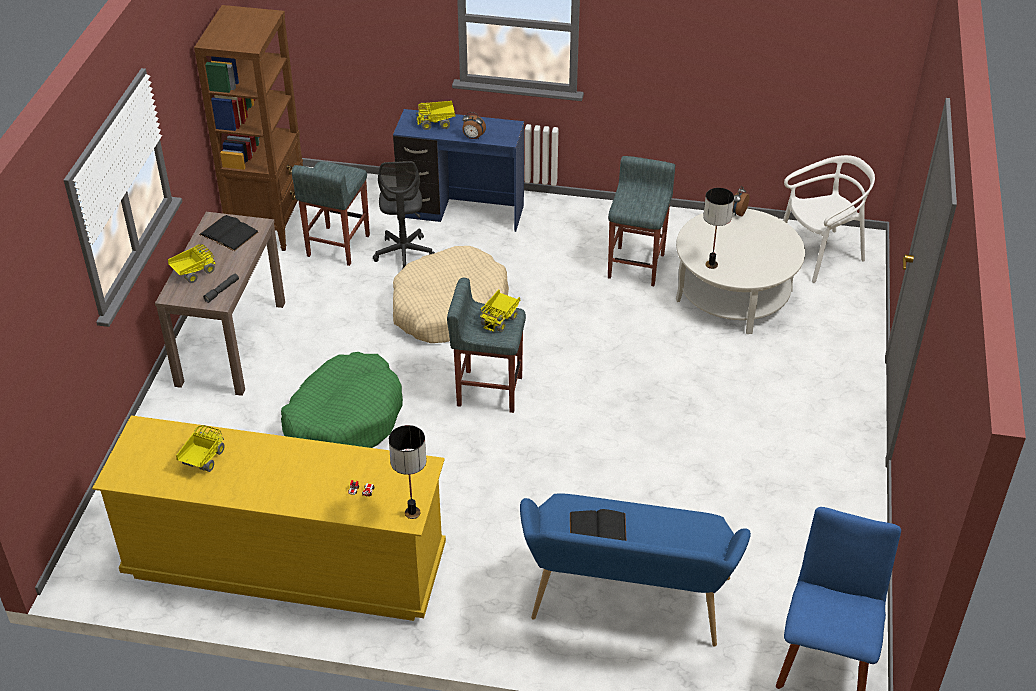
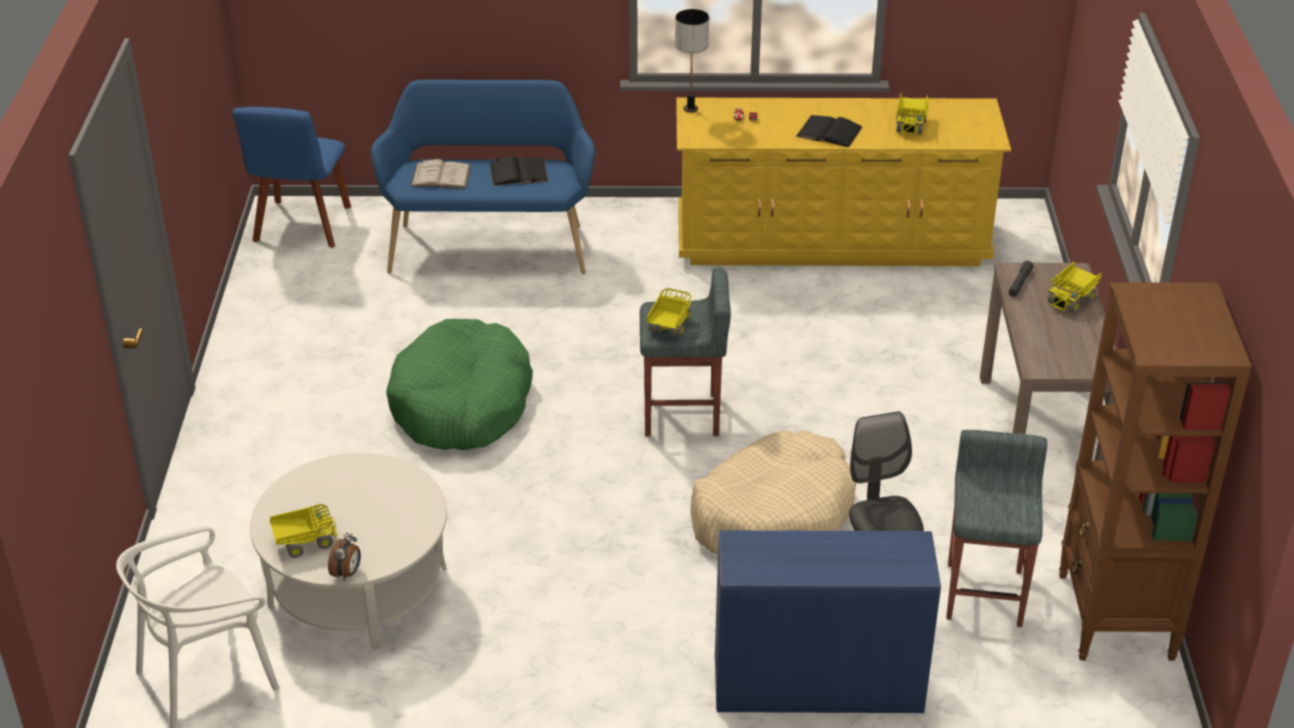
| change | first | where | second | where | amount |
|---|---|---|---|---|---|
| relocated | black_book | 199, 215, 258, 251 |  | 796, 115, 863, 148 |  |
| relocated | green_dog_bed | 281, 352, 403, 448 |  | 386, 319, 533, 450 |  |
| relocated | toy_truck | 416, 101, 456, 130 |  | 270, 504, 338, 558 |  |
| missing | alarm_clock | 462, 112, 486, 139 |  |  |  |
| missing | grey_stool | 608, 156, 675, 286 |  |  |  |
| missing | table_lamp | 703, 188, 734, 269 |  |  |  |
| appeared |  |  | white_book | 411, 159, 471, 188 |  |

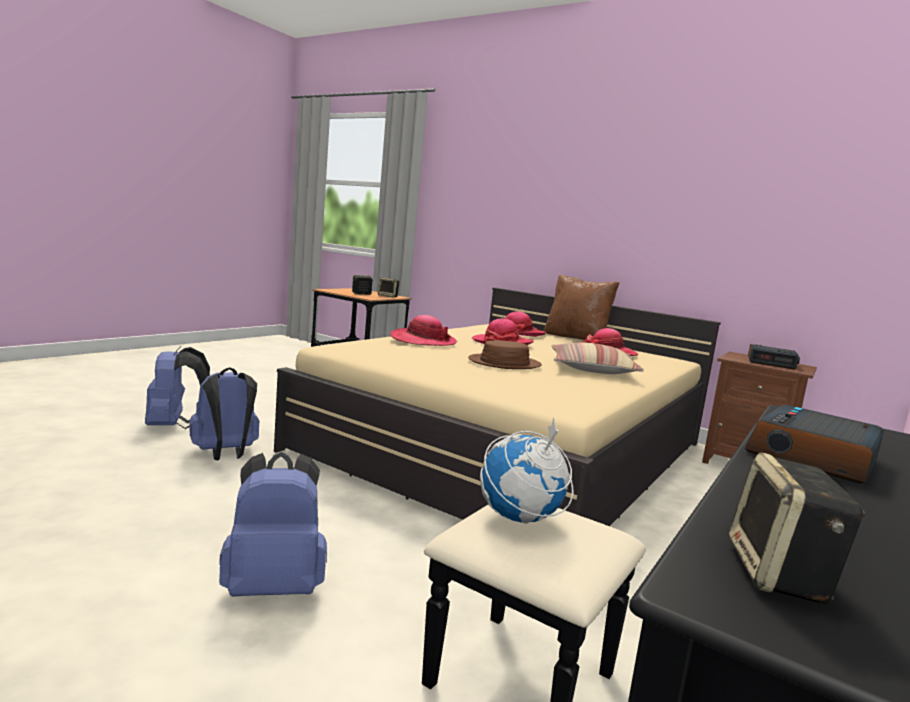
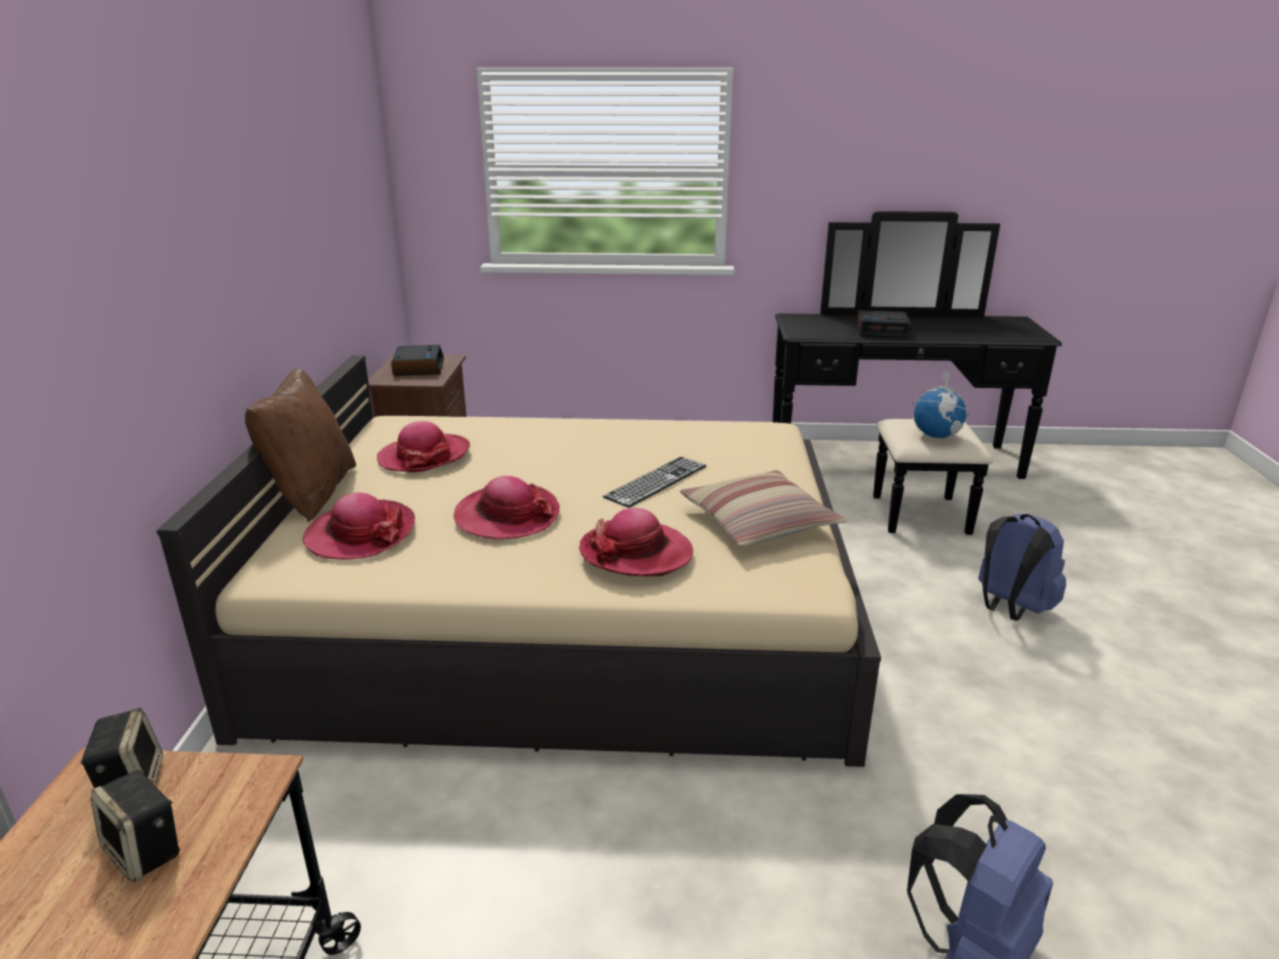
| change | first | where | second | where | amount |
|---|---|---|---|---|---|
| missing | blue_backpack | 189, 367, 259, 460 |  |  |  |
| exchanged | brown_hat | 468, 340, 542, 369 | keyboard | 603, 457, 707, 508 |  |
| relocated | pillow | 551, 343, 644, 374 |  | 680, 470, 846, 546 |  |
| missing | speaker | 729, 452, 865, 604 |  |  |  |

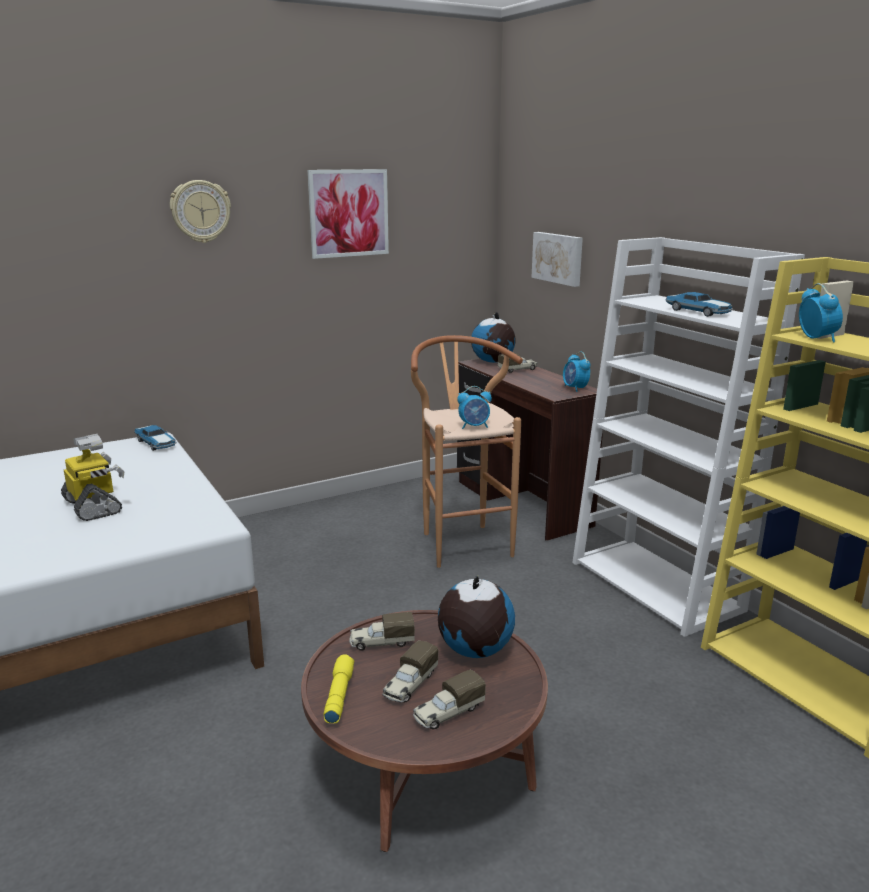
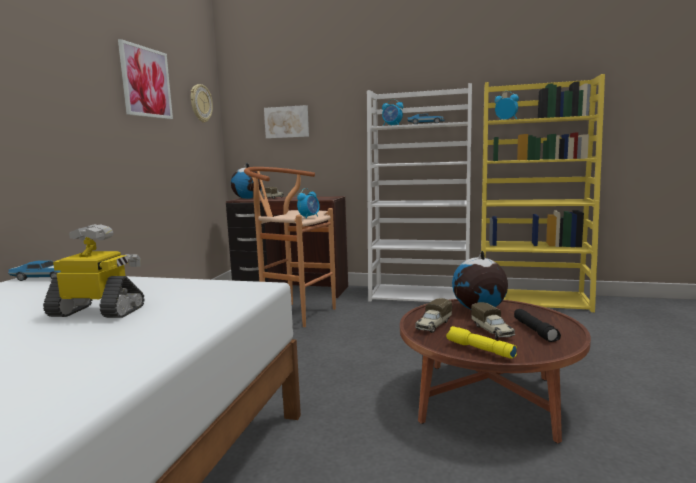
| change | first | where | second | where | amount |
|---|---|---|---|---|---|
| relocated | wall_clock | 170, 180, 231, 243 |  | 191, 84, 213, 123 |  |
| exchanged | toy_truck | 413, 669, 486, 729 | black_flashlight | 514, 309, 561, 342 |  |
| relocated | alarm_clock | 563, 351, 591, 392 |  | 382, 99, 403, 126 |  |

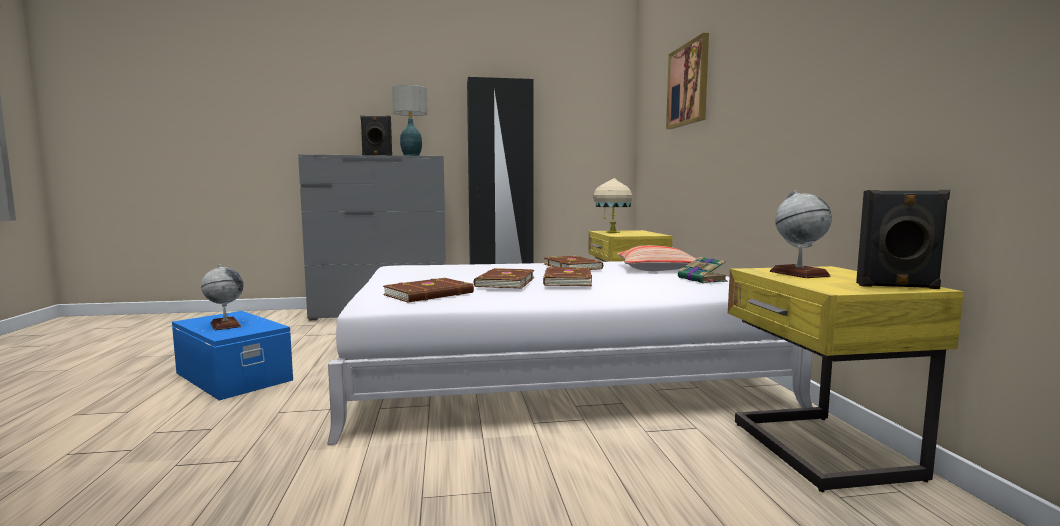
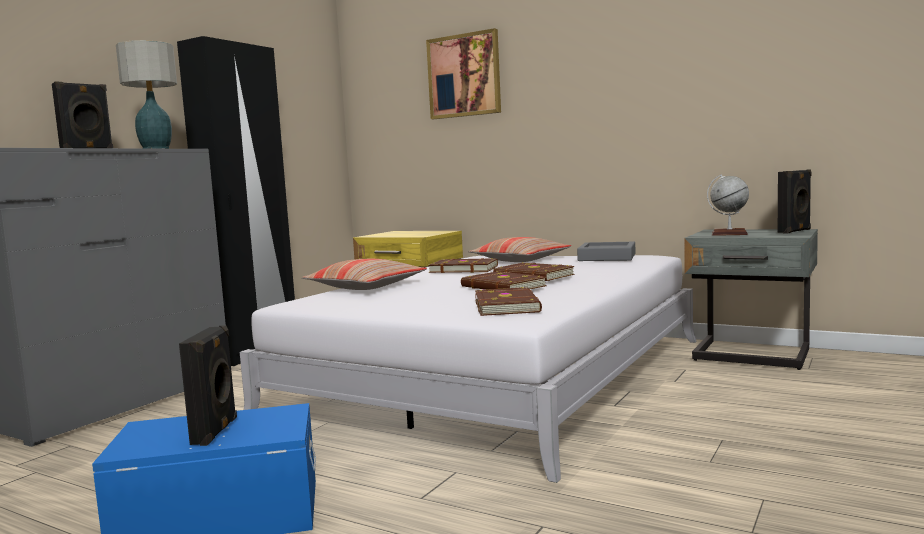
| change | first | where | second | where | amount |
|---|---|---|---|---|---|
| exchanged | globe | 201, 264, 243, 330 | black_speaker | 179, 325, 237, 446 |  |
| missing | beige_table_lamp | 593, 178, 632, 233 |  |  |  |
| exchanged | book | 678, 257, 727, 283 | grey_tray | 577, 242, 635, 261 |  |
| colour | yellow_nightstand | 728, 266, 964, 492 | grey_nightstand | 684, 229, 818, 370 |  |
| appeared |  |  | pillow | 302, 259, 427, 290 |  |

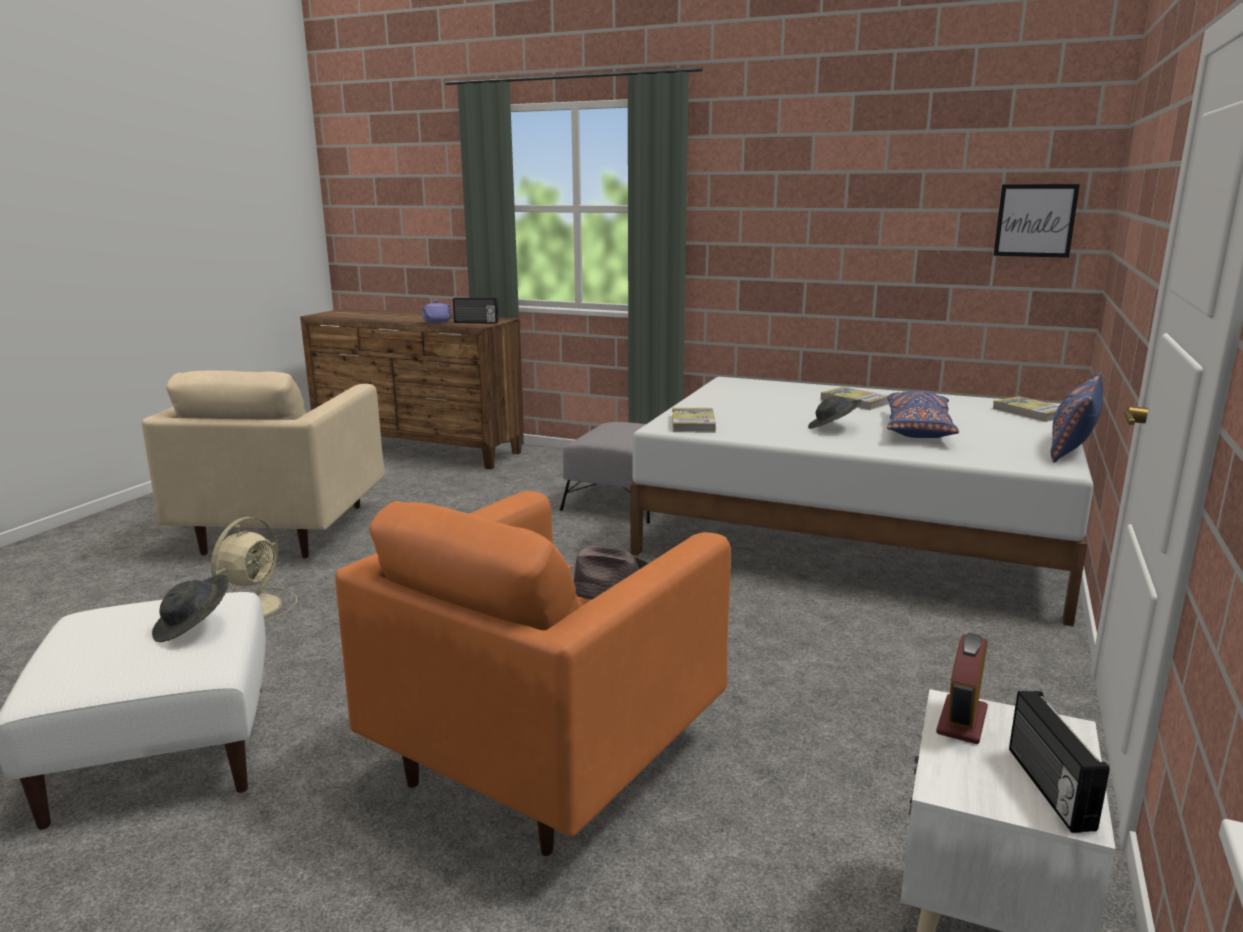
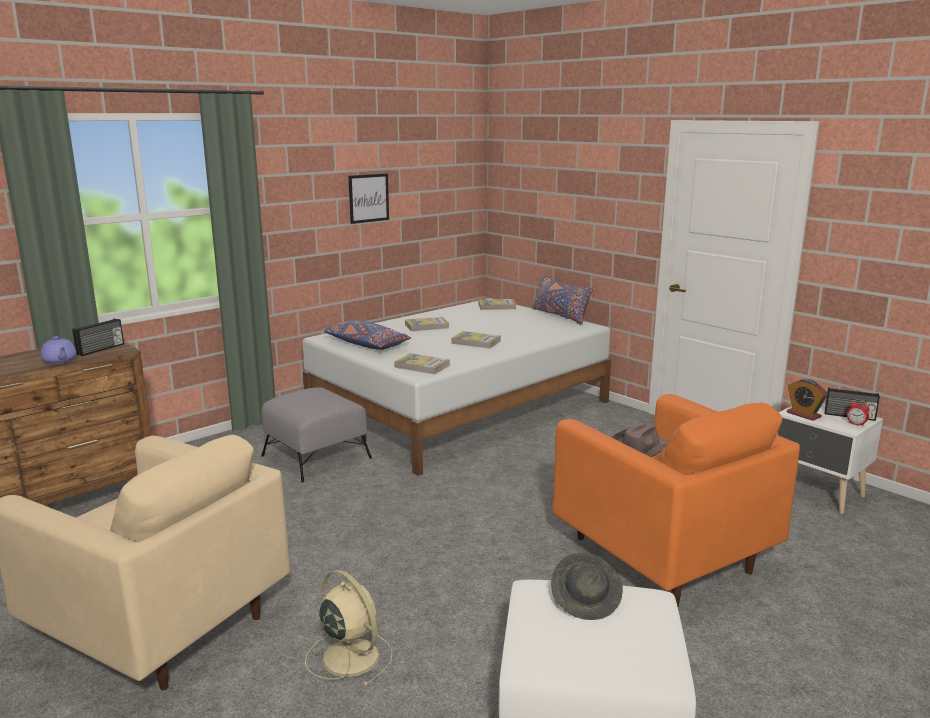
| change | first | where | second | where | amount |
|---|---|---|---|---|---|
| exchanged | grey_hat | 808, 396, 862, 429 | book | 451, 331, 501, 349 |  |
| relocated | blue_pillow | 887, 390, 959, 438 |  | 324, 320, 411, 350 |  |
| relocated | picture | 994, 184, 1080, 258 |  | 348, 173, 389, 224 |  |
| appeared |  |  | alarm_clock | 847, 399, 869, 427 |  |

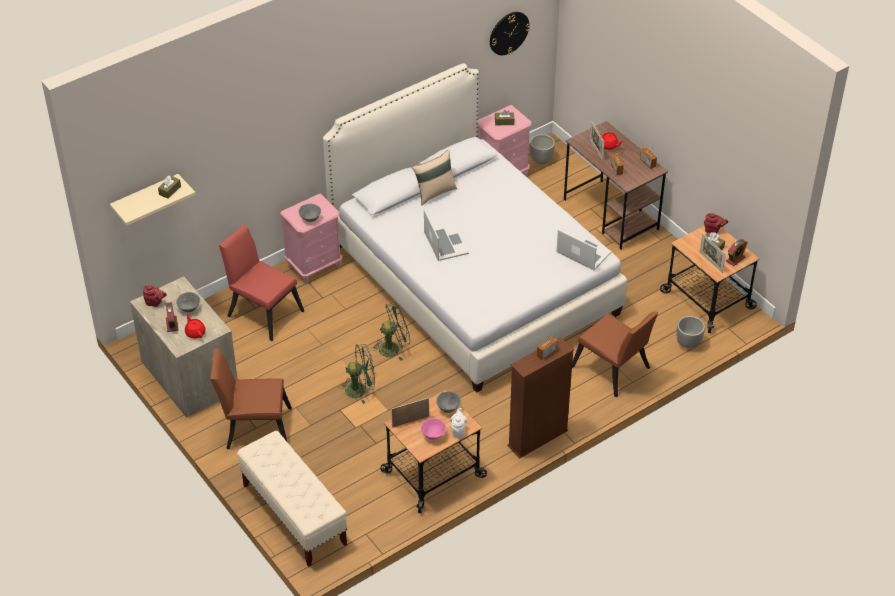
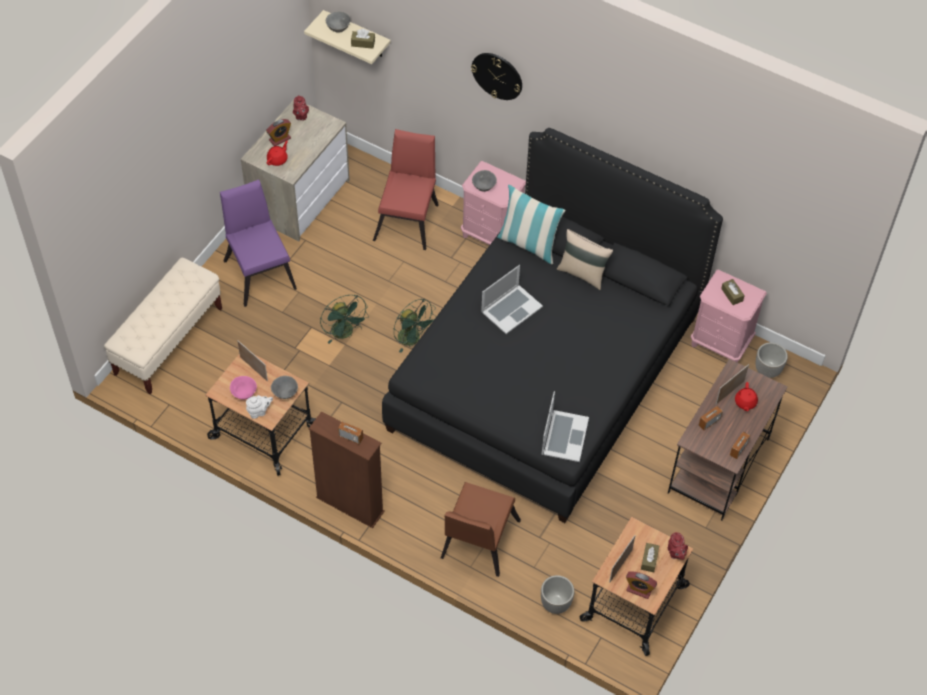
| change | first | where | second | where | amount |
|---|---|---|---|---|---|
| relocated | grey_bowl | 176, 292, 200, 312 |  | 326, 12, 351, 33 |  |
| colour | brown_chair | 210, 348, 292, 449 | purple_chair | 220, 180, 297, 307 |  |
| colour | white_bed | 323, 63, 627, 392 | black_bed | 382, 128, 723, 523 |  |
| relocated | wall_clock | 490, 12, 530, 55 |  | 471, 53, 522, 100 |  |
| appeared |  |  | pillow | 497, 185, 565, 264 |  |

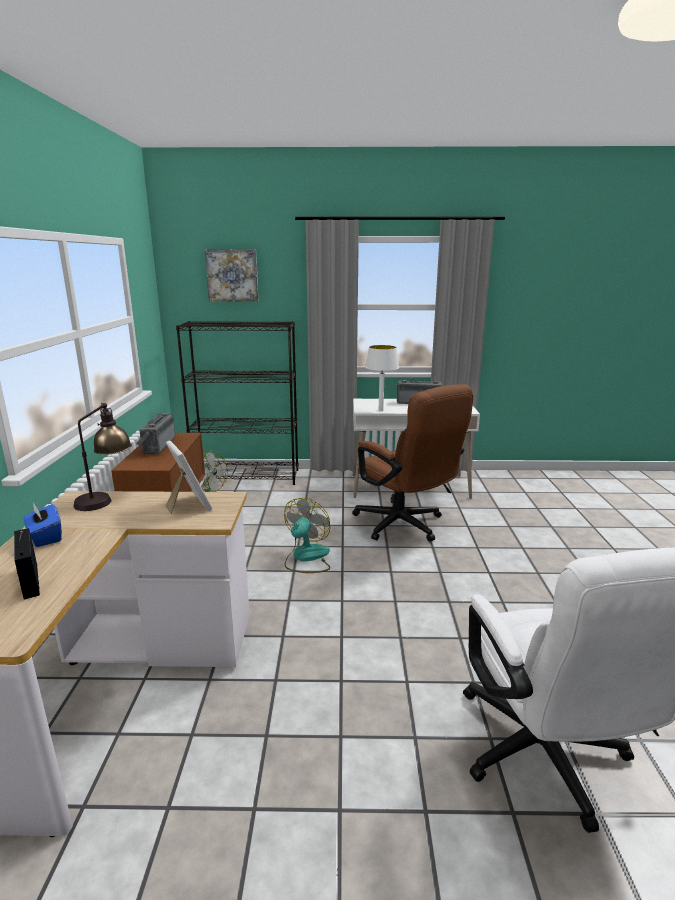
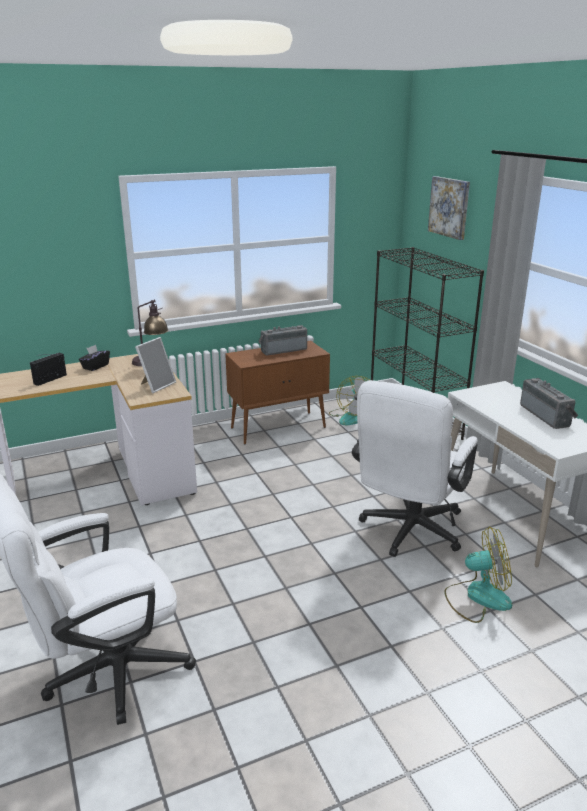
| change | first | where | second | where | amount |
|---|---|---|---|---|---|
| colour | blue_tissue_box | 24, 503, 62, 547 | black_tissue_box | 79, 345, 110, 371 |  |
| relocated | fan | 284, 498, 330, 573 |  | 444, 527, 512, 623 |  |
| colour | brown_office_chair | 352, 384, 473, 542 | white_office_chair | 352, 380, 478, 557 |  |
| missing | white_table_lamp | 365, 345, 399, 411 |  |  |  |

